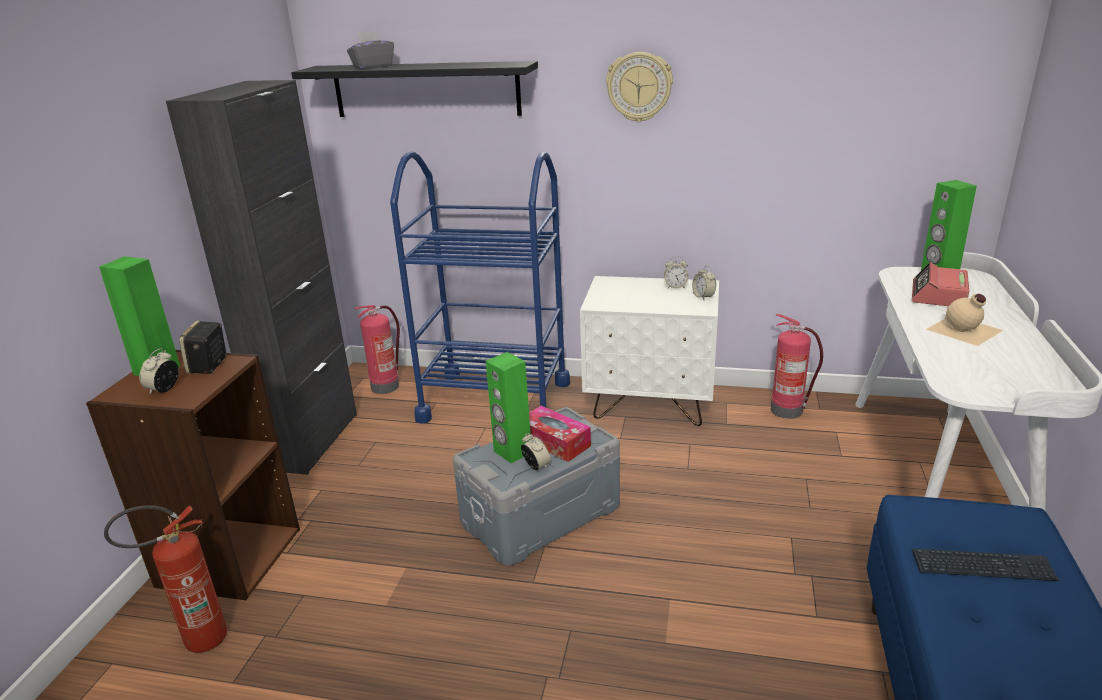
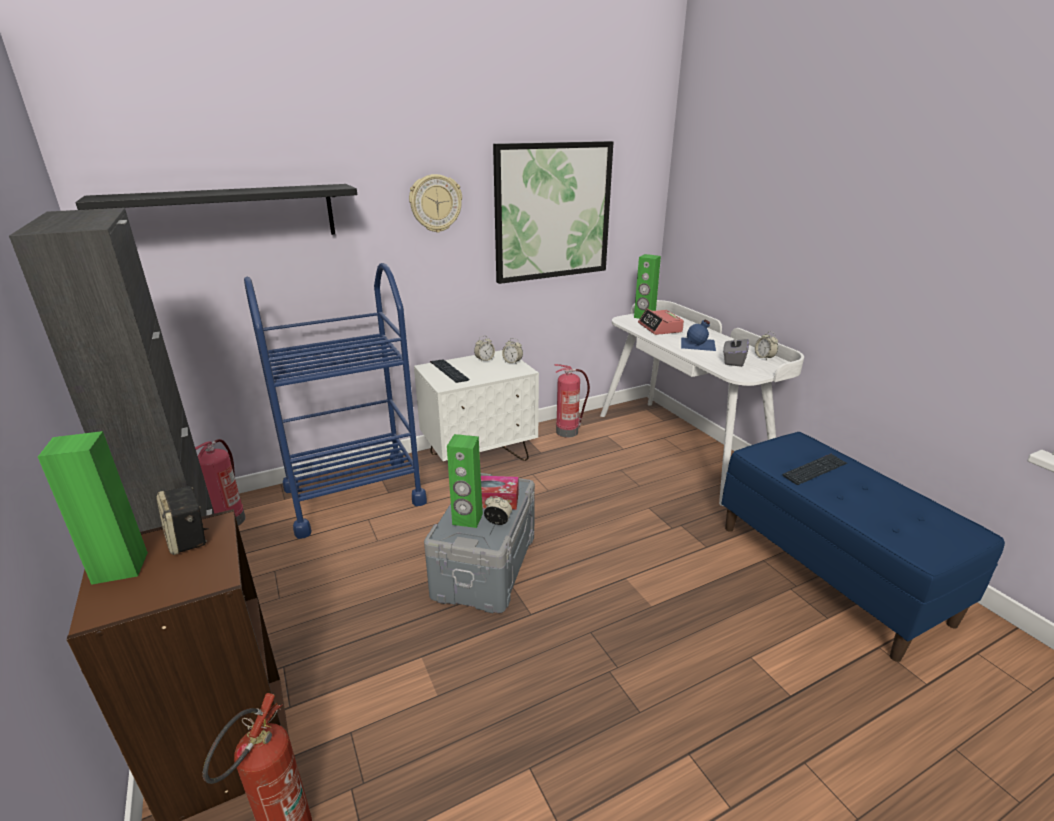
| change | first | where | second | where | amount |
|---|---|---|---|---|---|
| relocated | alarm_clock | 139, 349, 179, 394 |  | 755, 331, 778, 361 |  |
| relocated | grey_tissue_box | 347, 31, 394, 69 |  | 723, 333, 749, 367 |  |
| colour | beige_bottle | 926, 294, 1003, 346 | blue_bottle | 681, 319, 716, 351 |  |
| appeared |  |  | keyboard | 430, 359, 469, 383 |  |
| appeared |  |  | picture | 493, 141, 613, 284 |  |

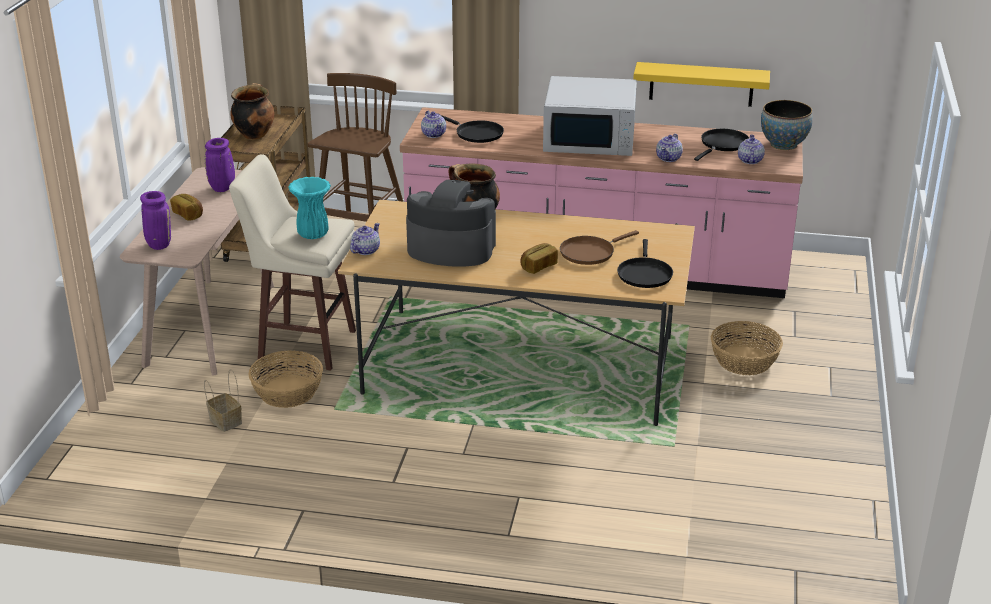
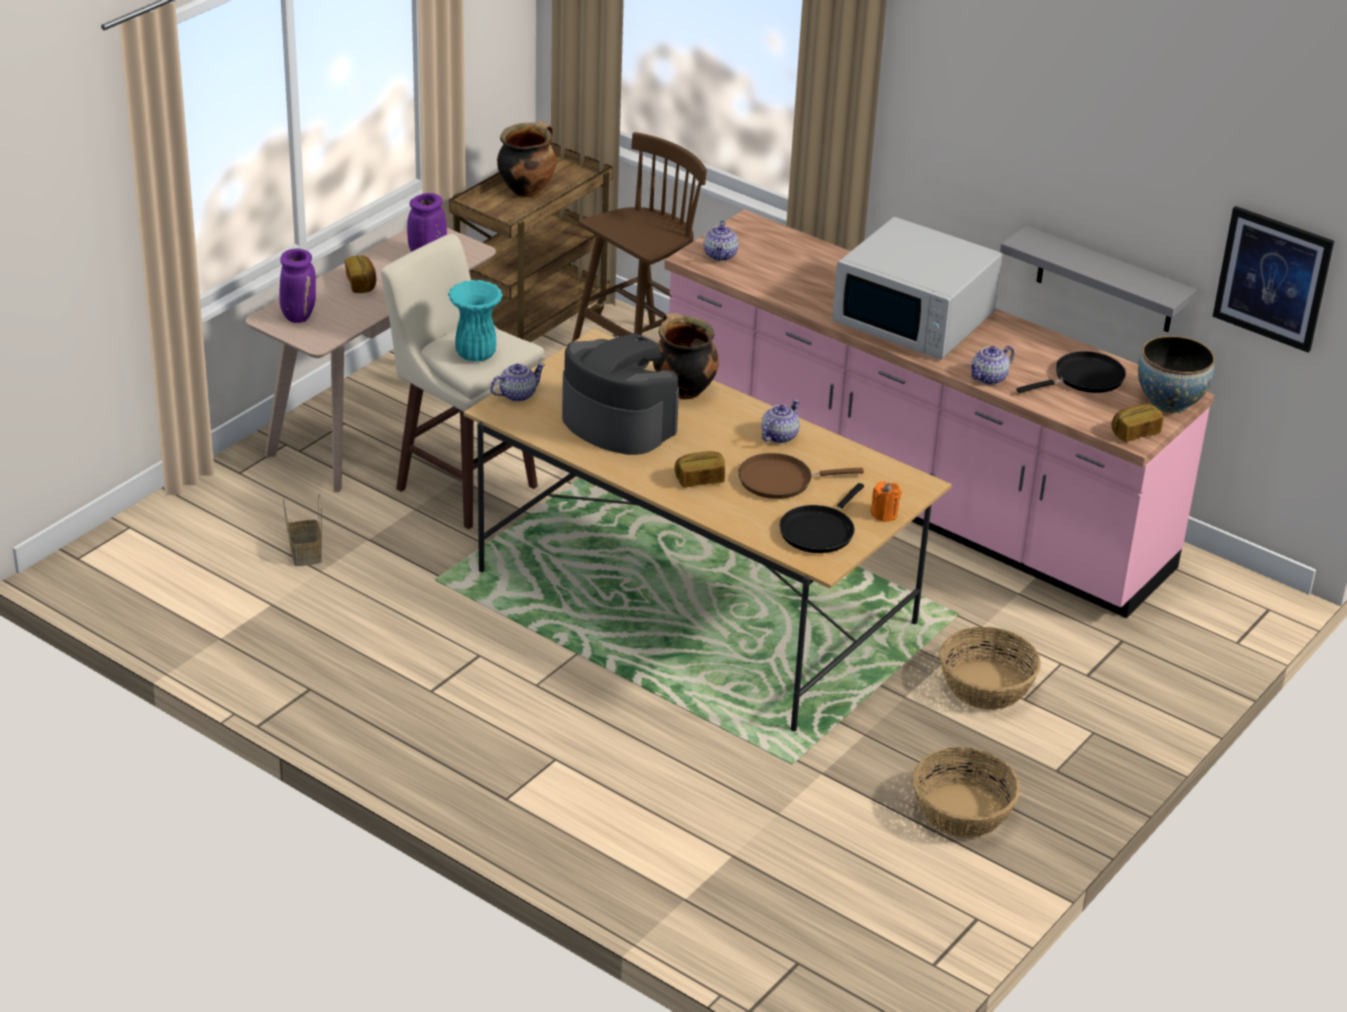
| change | first | where | second | where | amount |
|---|---|---|---|---|---|
| relocated | basket | 249, 350, 323, 408 |  | 912, 747, 1020, 838 |  |
| missing | black_frying_pan | 441, 115, 504, 143 |  |  |  |
| colour | yellow_shelf | 633, 62, 770, 107 | grey_shelf | 1000, 226, 1197, 332 |  |
| relocated | teapot | 738, 134, 765, 164 |  | 761, 399, 800, 443 |  |
| appeared |  |  | orange_candle | 871, 481, 901, 522 |  |
| appeared |  |  | bread | 1112, 404, 1163, 442 |  |
| appeared |  |  | picture | 1213, 206, 1334, 352 |  |

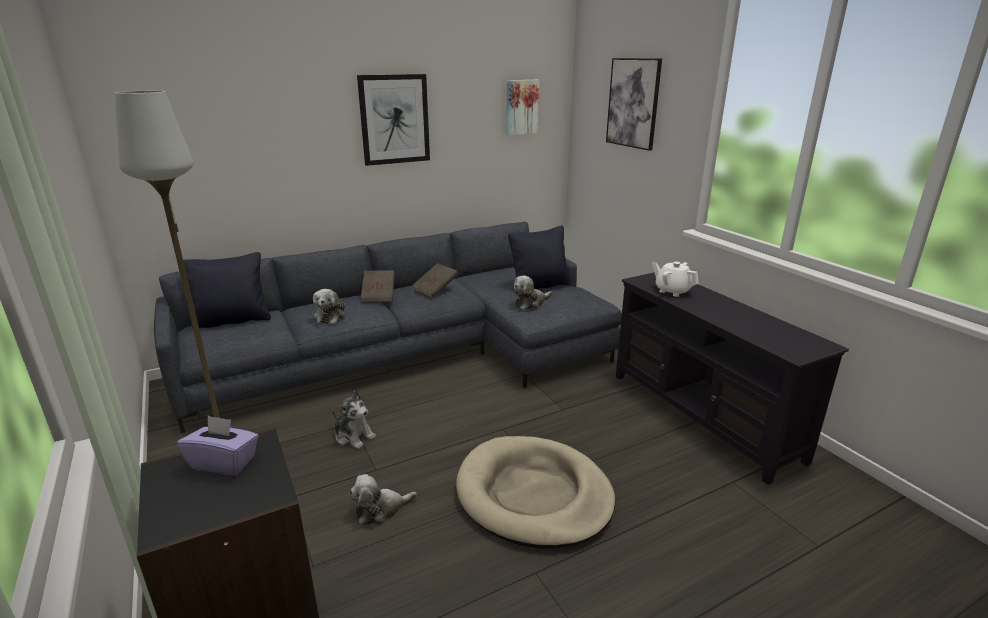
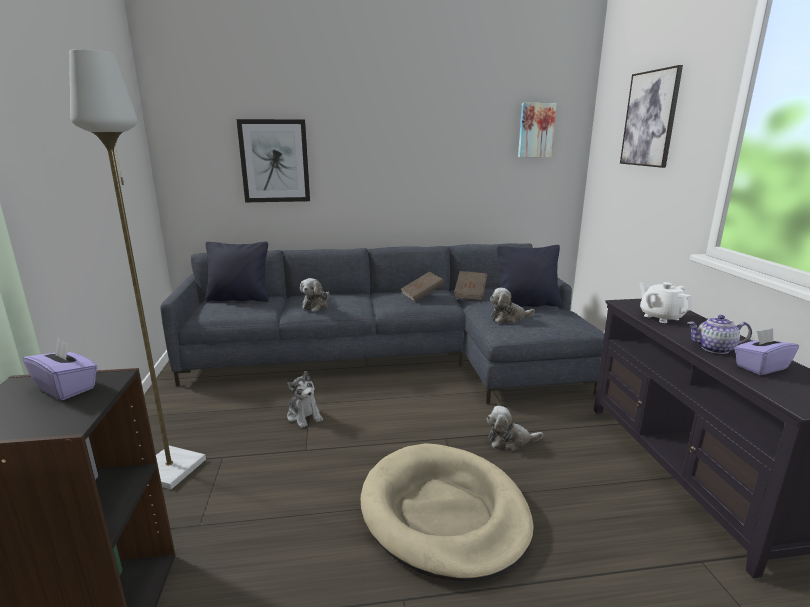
| change | first | where | second | where | amount |
|---|---|---|---|---|---|
| relocated | plush_toy | 349, 474, 417, 525 |  | 487, 406, 543, 451 |  |
| relocated | picture | 357, 74, 430, 166 |  | 237, 119, 310, 202 |  |
| relocated | brown_book | 361, 270, 395, 302 |  | 454, 271, 487, 300 |  |
| appeared |  |  | teapot | 687, 315, 752, 354 |  |
| appeared |  |  | purple_tissue_box | 734, 328, 799, 375 |  |

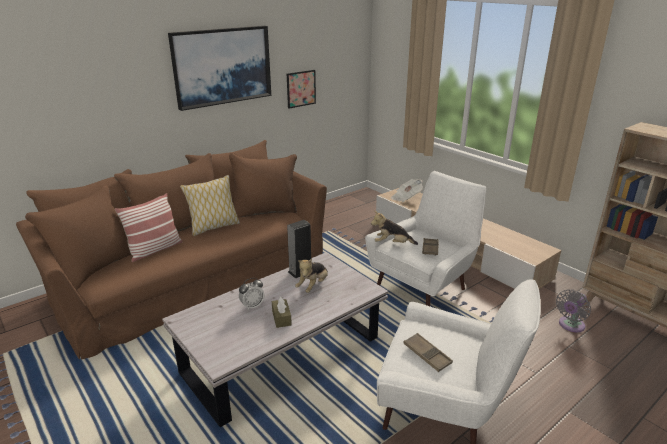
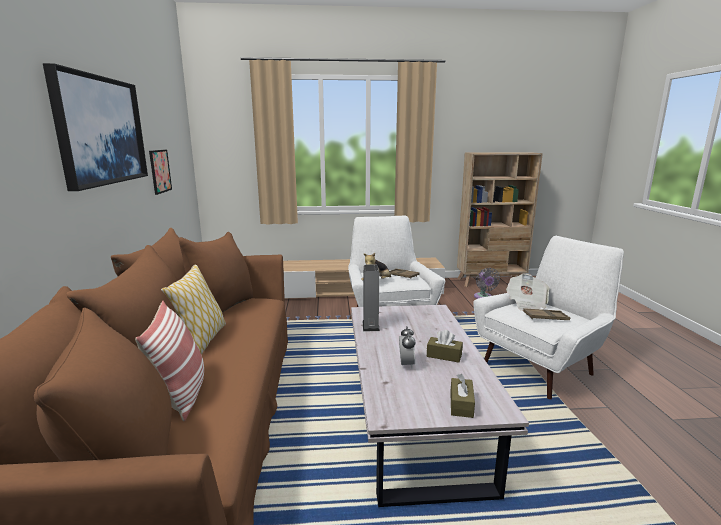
| change | first | where | second | where | amount |
|---|---|---|---|---|---|
| missing | plush_toy | 295, 259, 328, 293 |  |  |  |
| relocated | newspaper | 391, 179, 423, 202 |  | 506, 274, 550, 311 |  |
| appeared |  |  | brown_tissue_box | 450, 374, 475, 418 |  |

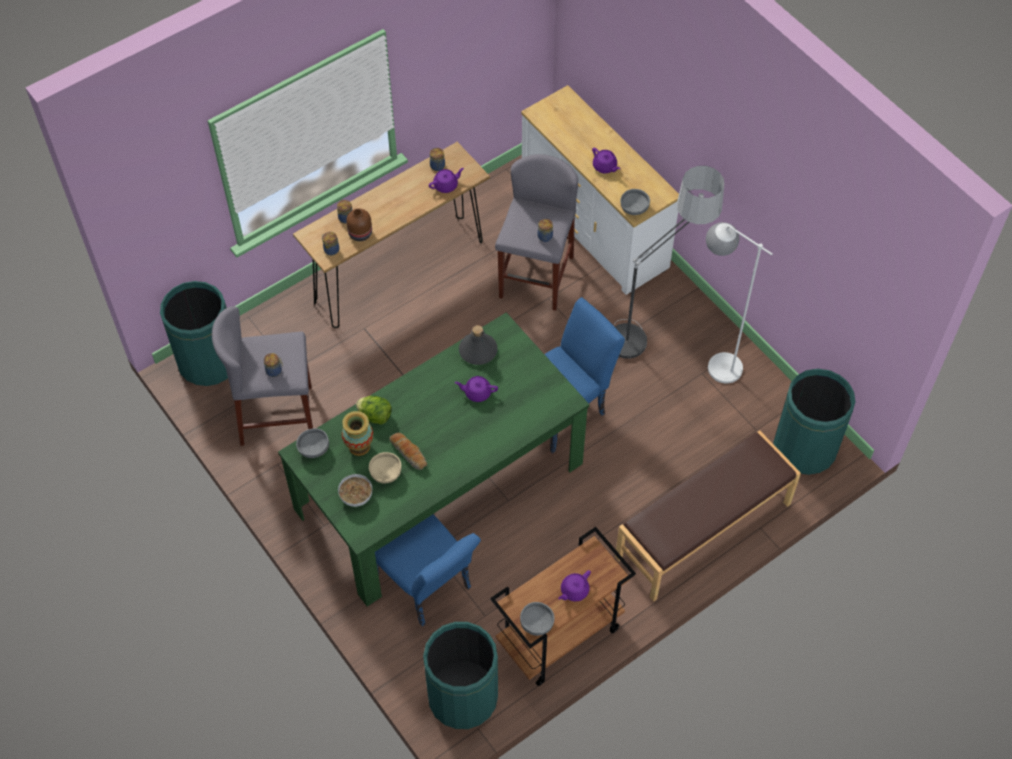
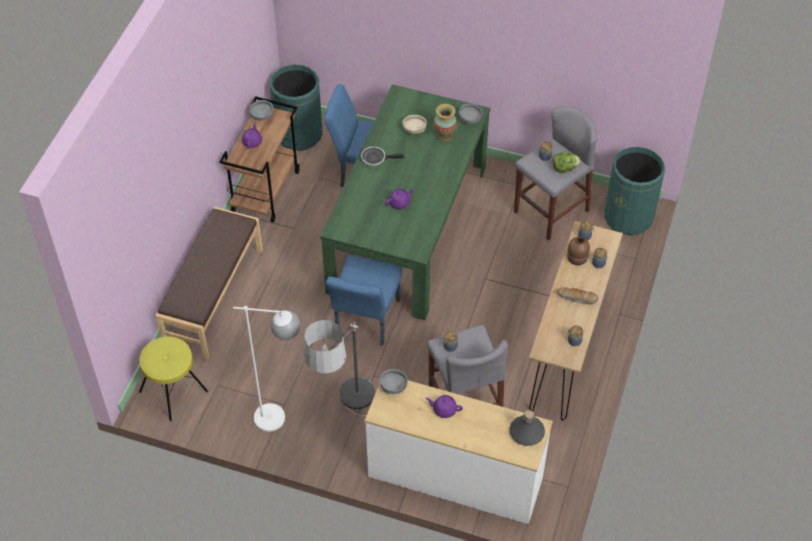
| change | first | where | second | where | amount |
|---|---|---|---|---|---|
| missing | bowl | 338, 474, 372, 507 |  |  |  |
| relocated | lettuce | 356, 396, 392, 424 |  | 553, 152, 580, 173 |  |
| relocated | bread | 389, 432, 427, 470 |  | 557, 287, 598, 305 |  |
| missing | purple_teapot | 429, 168, 464, 193 |  |  |  |
| relocated | grey_bottle | 459, 325, 498, 365 |  | 509, 410, 545, 446 |  |
| exchanged | green_trash_can | 773, 369, 856, 475 | yellow_stool | 139, 337, 208, 422 |  |
| appeared |  |  | frying_pan | 361, 146, 404, 167 |  |

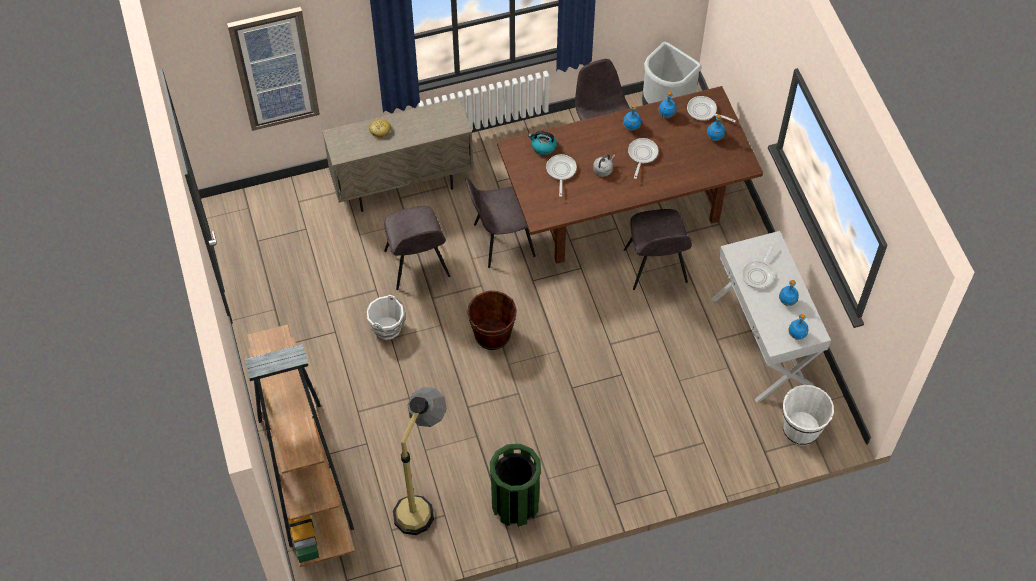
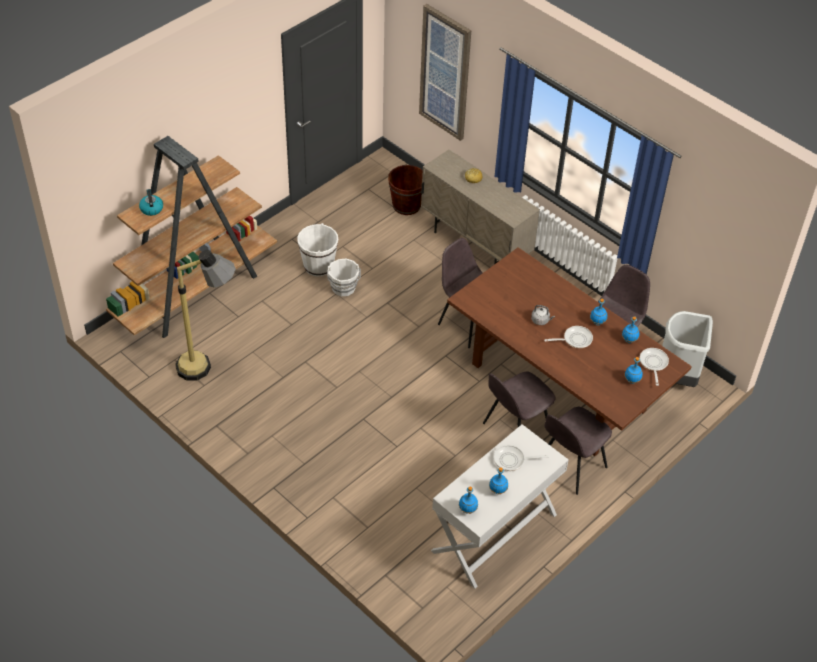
| change | first | where | second | where | amount |
|---|---|---|---|---|---|
| relocated | grey_chair | 384, 206, 450, 290 |  | 545, 407, 612, 495 |  |
| relocated | brown_bucket | 467, 291, 517, 350 |  | 388, 165, 423, 215 |  |
| missing | green_trash_can | 490, 444, 541, 527 |  |  |  |
| relocated | kettle | 528, 131, 557, 155 |  | 139, 189, 163, 216 |  |
| missing | frying_pan | 546, 154, 577, 197 |  |  |  |
| relocated | white_bucket | 783, 385, 834, 445 |  | 297, 223, 338, 276 |  |

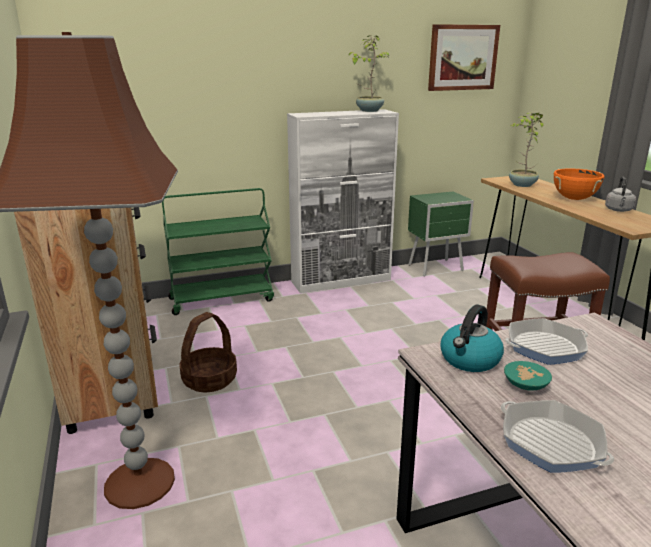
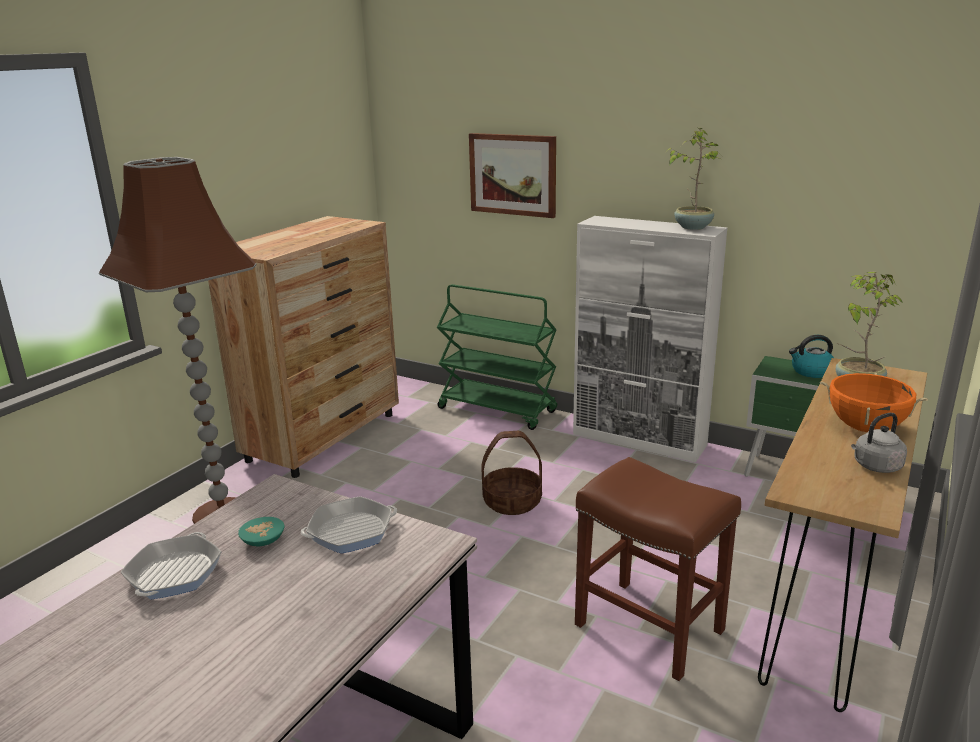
| change | first | where | second | where | amount |
|---|---|---|---|---|---|
| relocated | basket | 180, 312, 237, 392 |  | 481, 431, 542, 515 |  |
| relocated | picture | 428, 24, 500, 91 |  | 469, 133, 556, 218 |  |
| relocated | kettle | 440, 304, 504, 372 |  | 789, 335, 834, 378 |  |
| spun | frying_pan | 505, 318, 588, 365 |  | 301, 496, 397, 554 | 60 degrees counterclockwise |

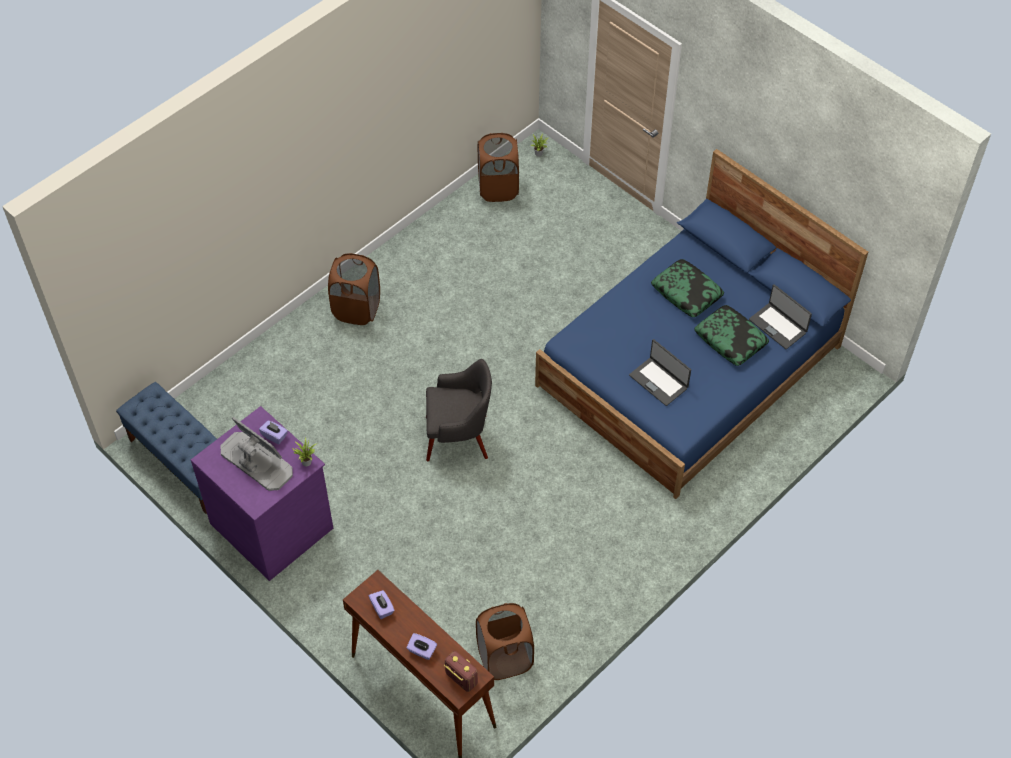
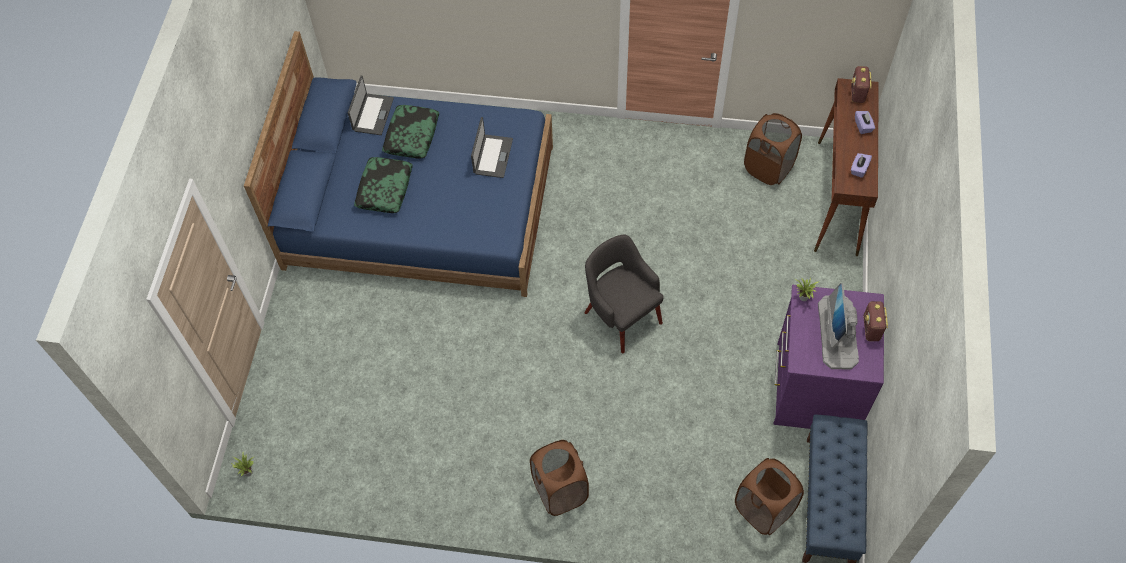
| change | first | where | second | where | amount |
|---|---|---|---|---|---|
| missing | purple_tissue_box | 259, 420, 288, 444 |  |  |  |
| relocated | brown_laundry_basket | 478, 133, 519, 202 |  | 735, 458, 804, 535 |  |
| appeared |  |  | radio | 863, 301, 888, 341 |  |

